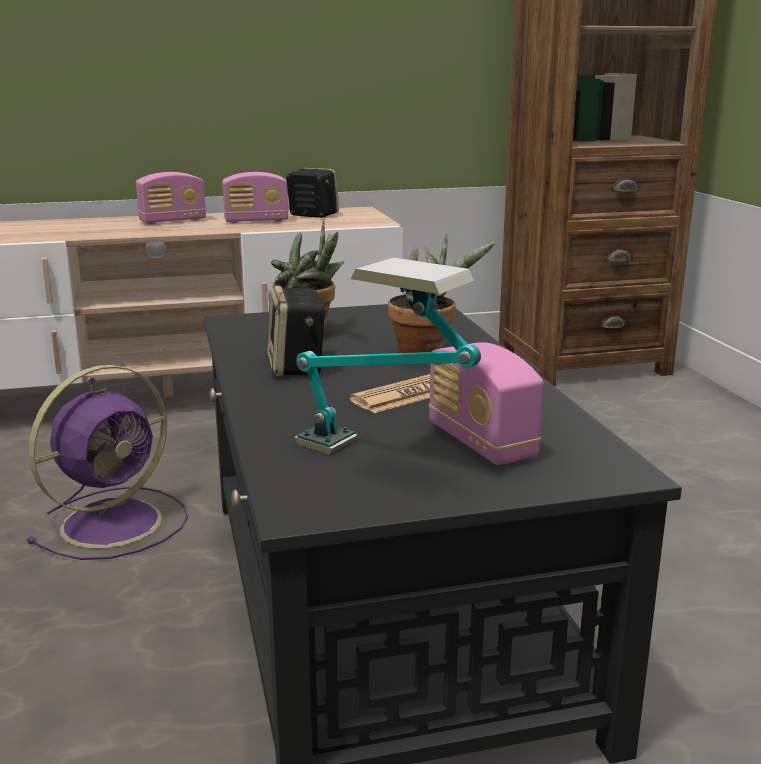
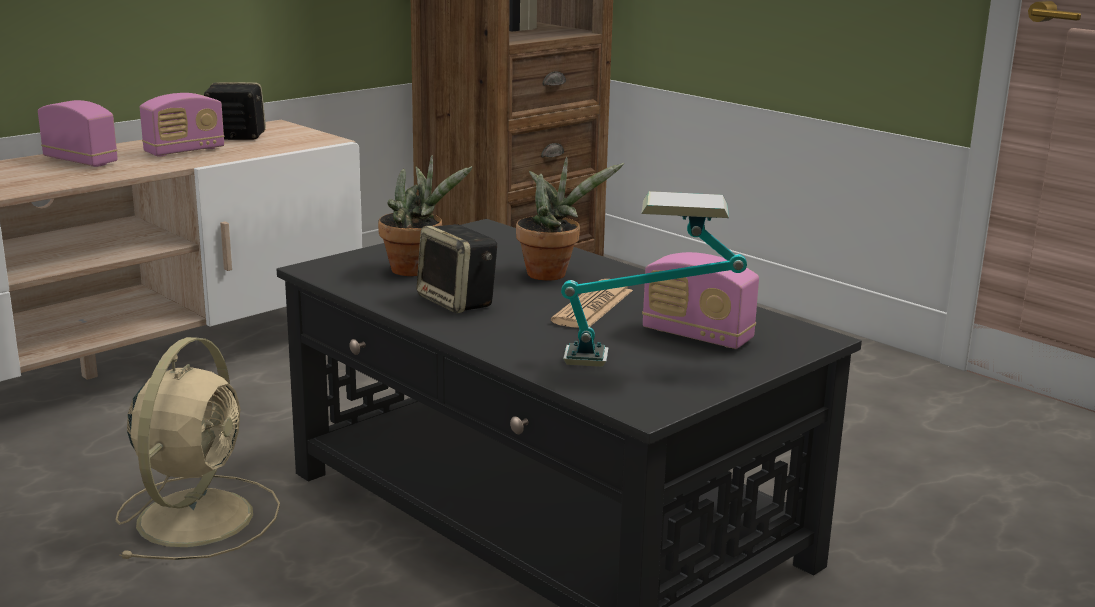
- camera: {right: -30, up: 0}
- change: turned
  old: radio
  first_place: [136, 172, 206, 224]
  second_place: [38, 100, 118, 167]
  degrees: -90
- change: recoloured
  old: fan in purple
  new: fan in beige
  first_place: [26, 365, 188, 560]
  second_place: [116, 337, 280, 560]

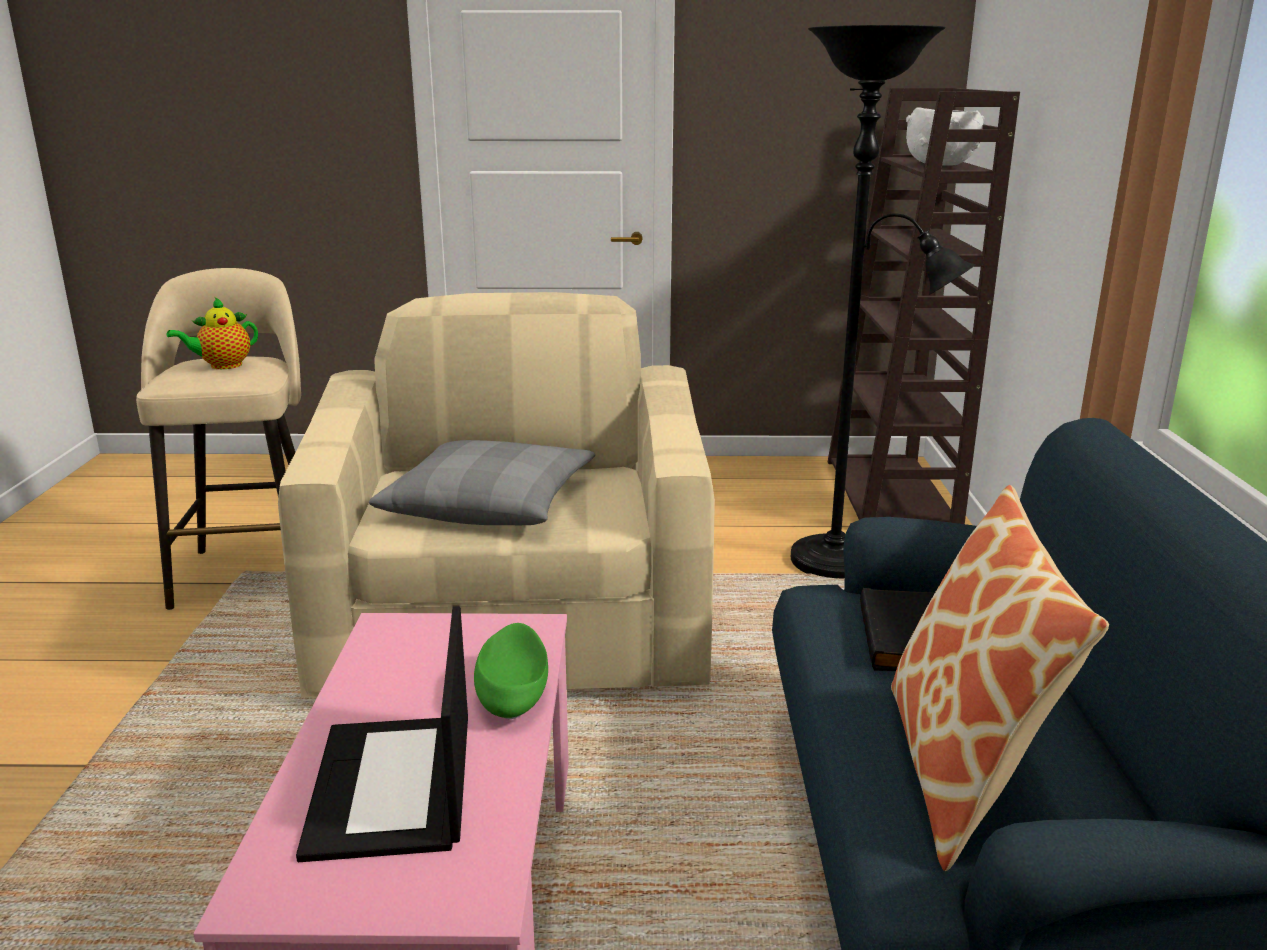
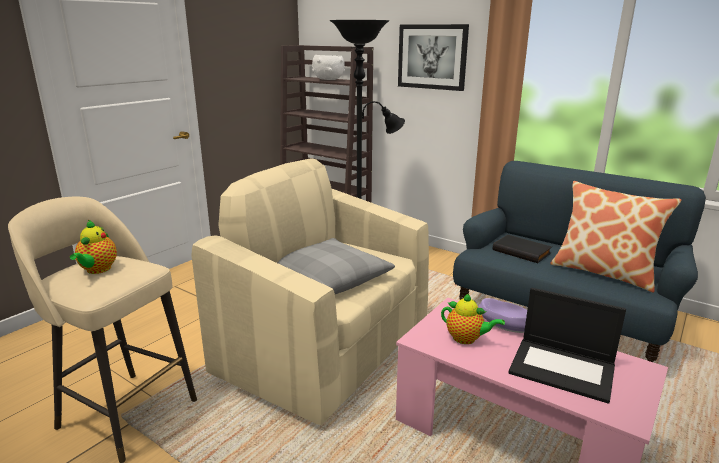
- camera: {right: -55, up: 0}
- change: added
  new: picture
  second_place: [398, 24, 469, 91]
- change: added
  new: teapot
  second_place: [441, 293, 505, 344]
- change: recoloured
  old: bowl in green
  new: bowl in purple
  first_place: [474, 623, 548, 719]
  second_place: [478, 298, 527, 333]

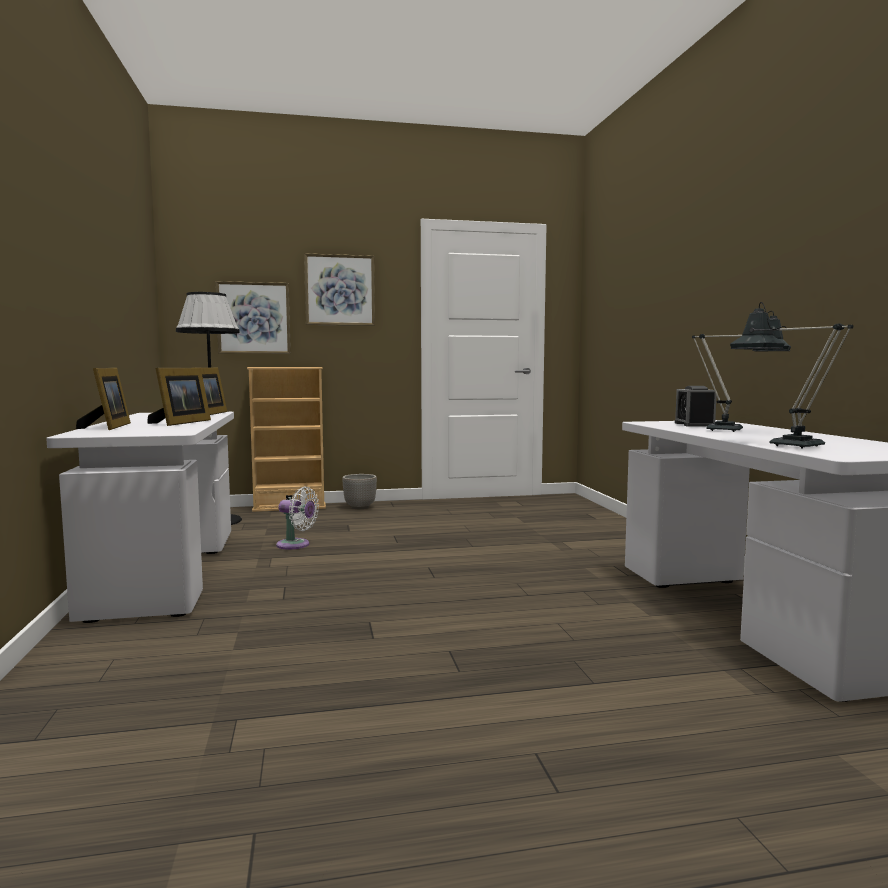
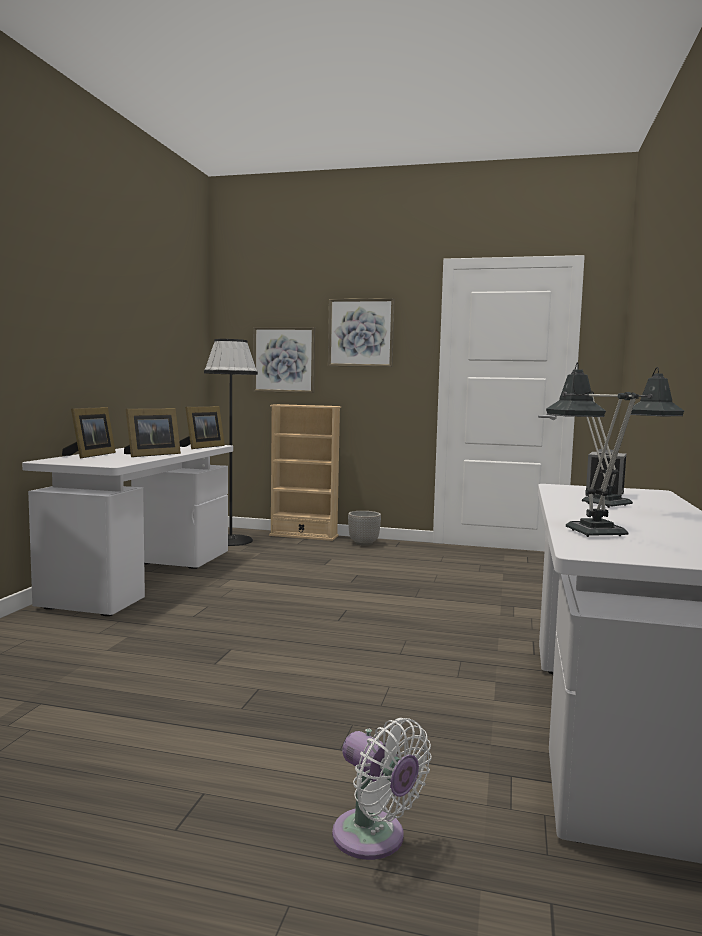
- camera: {right: 25, up: 0}
- change: moved
  old: fan in white
  first_place: [276, 486, 319, 549]
  second_place: [332, 718, 432, 860]

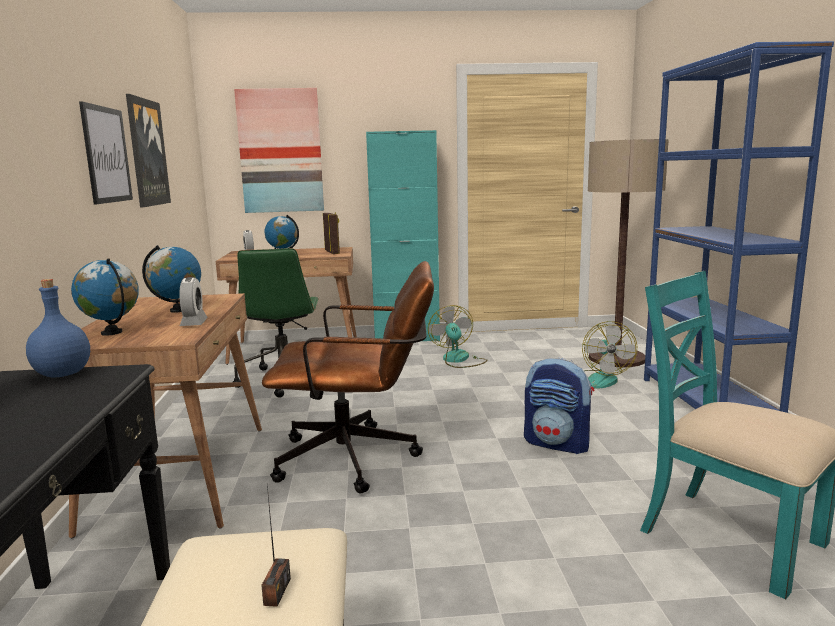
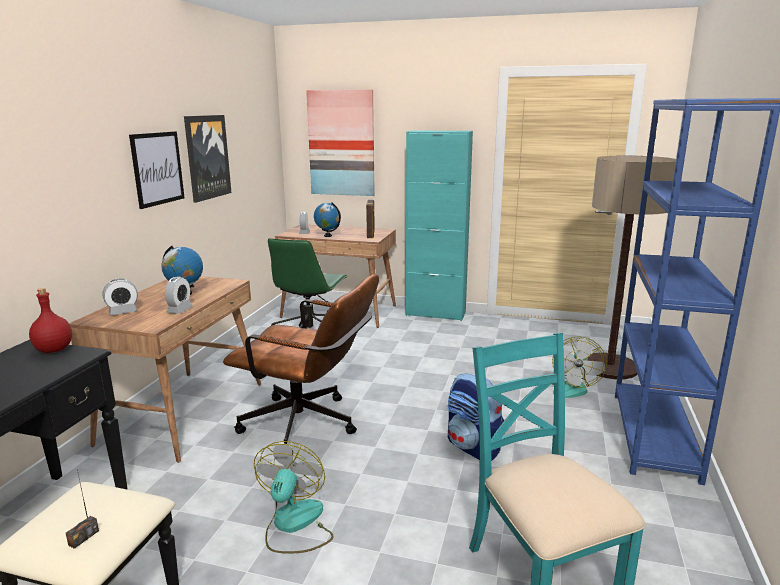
- camera: {right: 20, up: 5}
- change: recoloured
  old: bottle in blue
  new: bottle in red
  first_place: [26, 279, 90, 377]
  second_place: [29, 288, 72, 353]
- change: replaced
  old: globe
  new: alarm clock
  first_place: [71, 258, 139, 336]
  second_place: [103, 278, 138, 316]
- change: moved
  old: fan
  first_place: [428, 305, 487, 368]
  second_place: [254, 441, 333, 554]

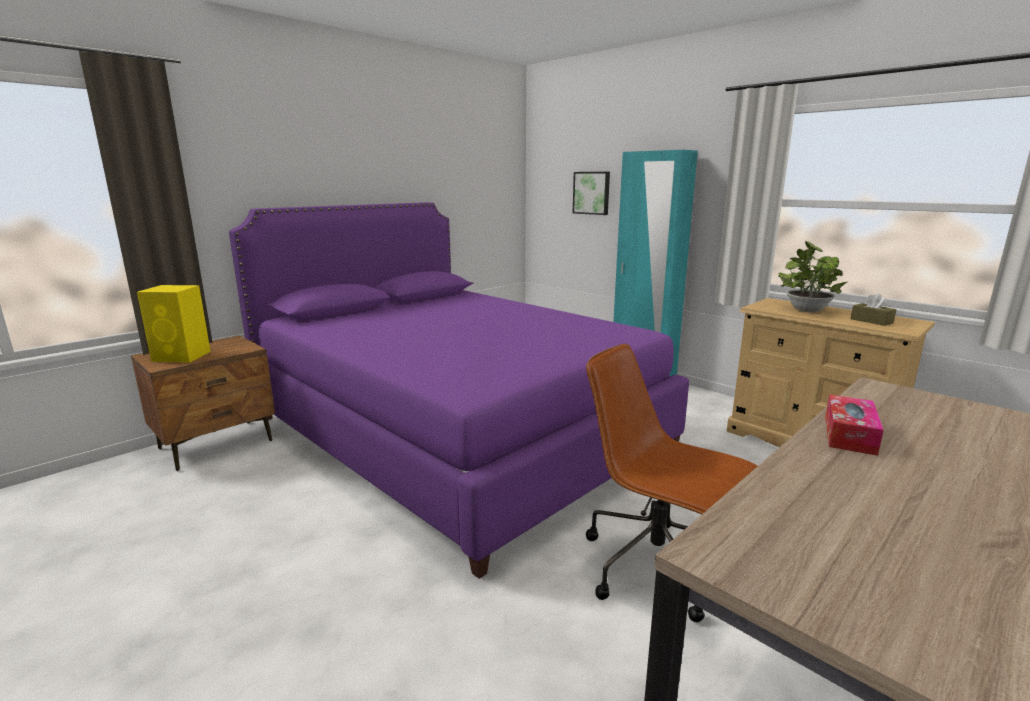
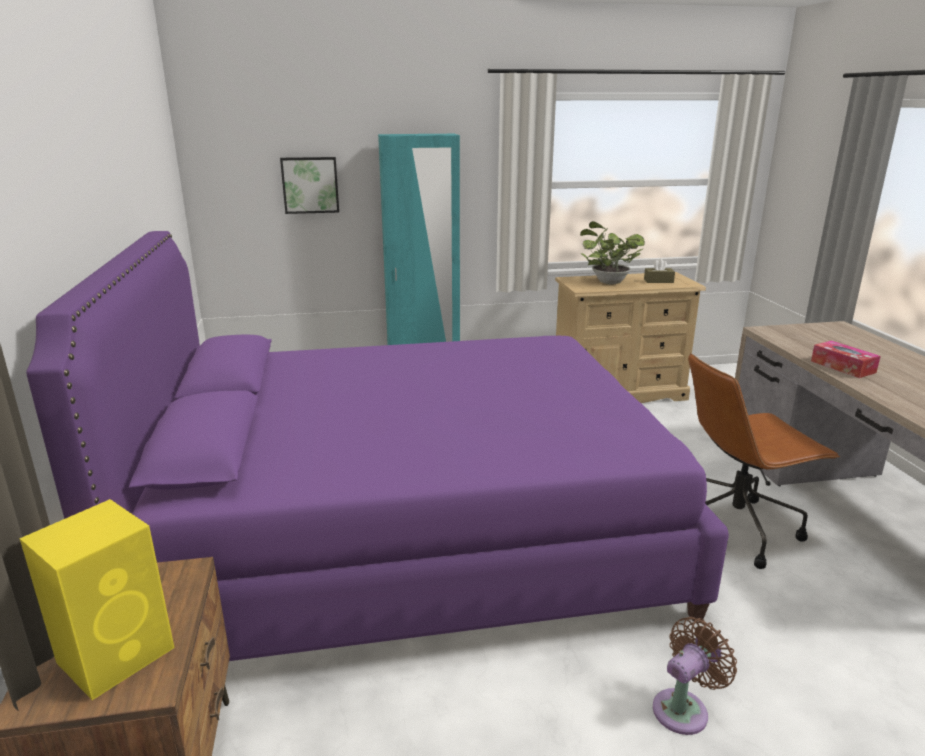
- camera: {right: -55, up: 5}
- change: added
  new: fan in brown
  second_place: [653, 617, 737, 735]

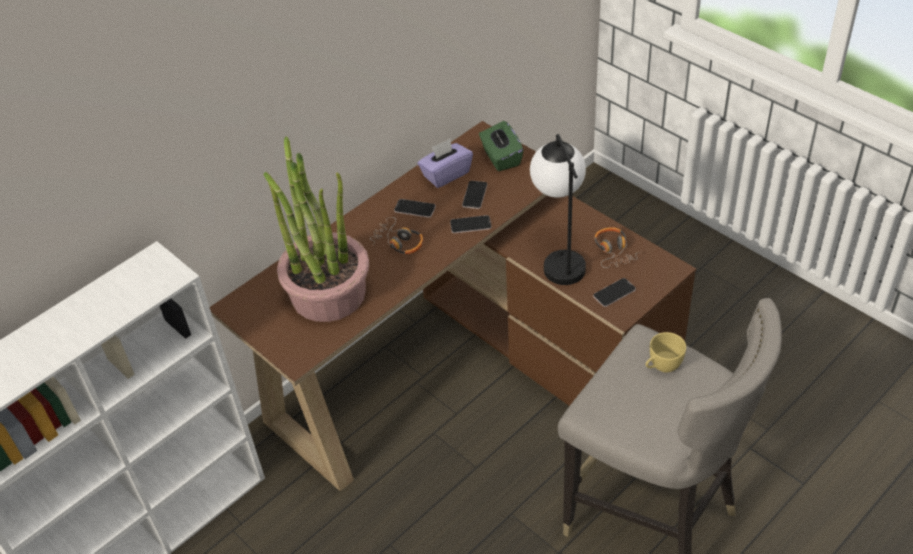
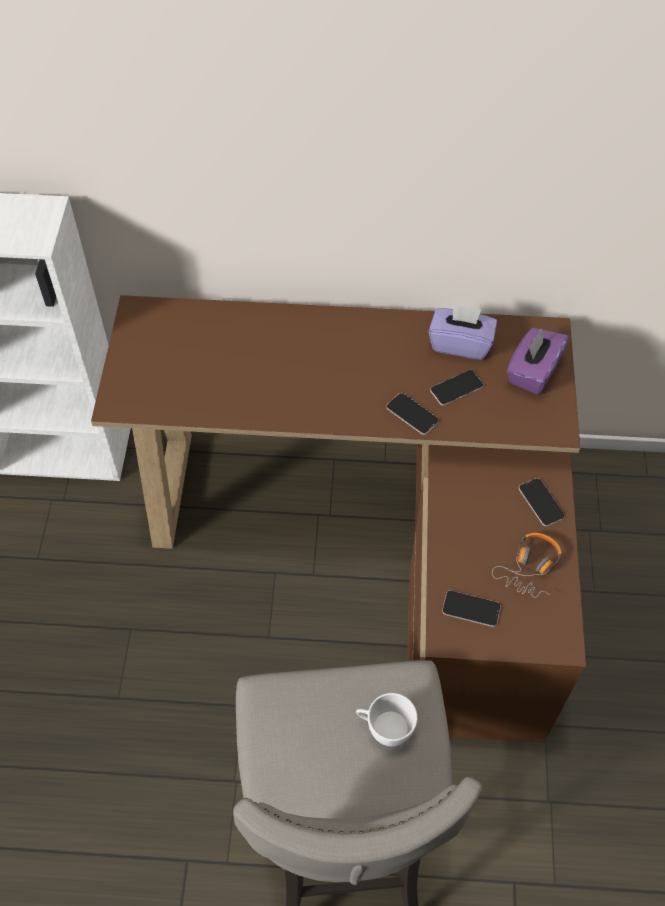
- camera: {right: 45, up: 10}
- change: recoloured
  old: cup in yellow
  new: cup in white
  first_place: [646, 332, 686, 373]
  second_place: [356, 693, 417, 746]
- change: recoloured
  old: tissue box in green
  new: tissue box in purple
  first_place: [479, 121, 524, 171]
  second_place: [507, 328, 569, 395]
- change: moved
  old: phone
  first_place: [394, 199, 436, 218]
  second_place: [519, 478, 565, 526]
- change: removed
  old: potted plant
  first_place: [264, 136, 369, 322]
- change: removed
  old: headphones
  first_place: [370, 217, 423, 254]
- change: removed
  old: table lamp
  first_place: [530, 134, 586, 285]

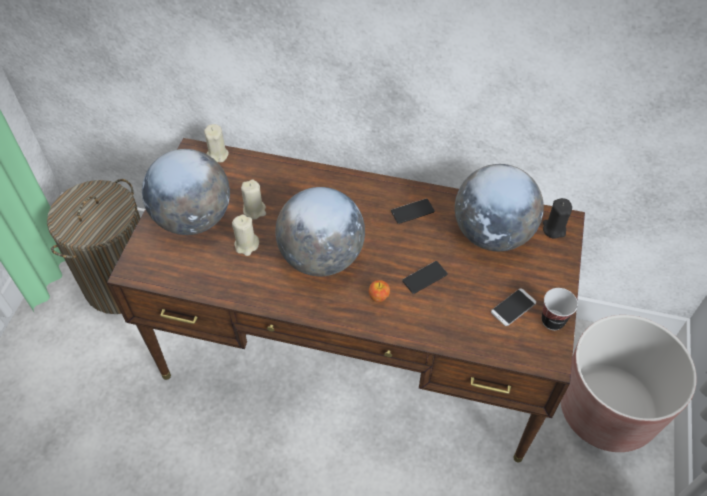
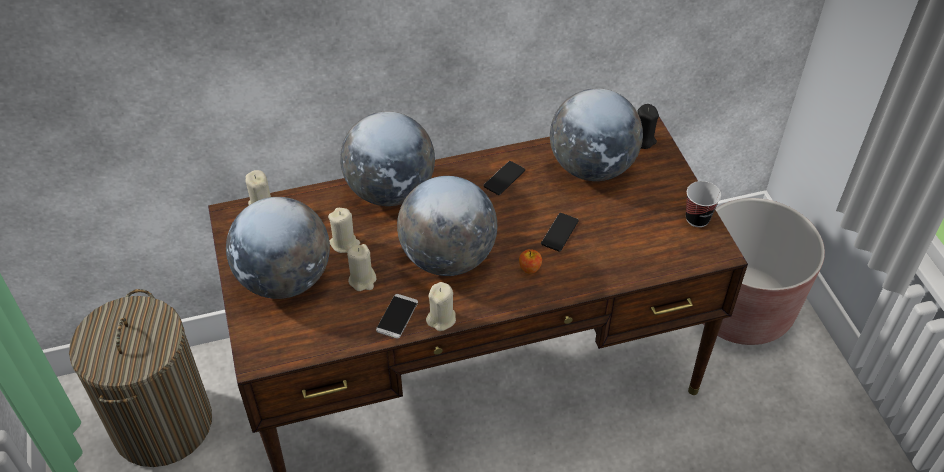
- camera: {right: -30, up: -5}
- change: added
  new: globe
  second_place: [340, 111, 435, 206]
- change: moved
  old: phone
  first_place: [491, 288, 536, 326]
  second_place: [376, 294, 418, 338]
- change: added
  new: candle in beige
  second_place: [426, 282, 456, 331]

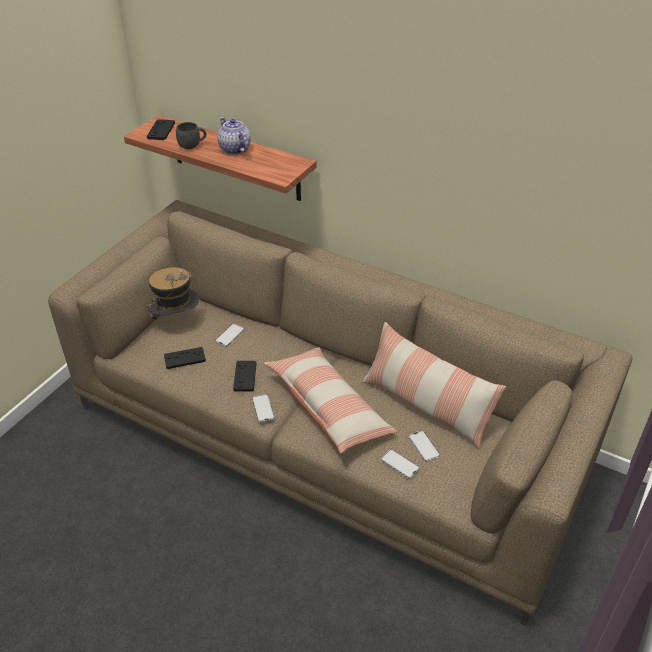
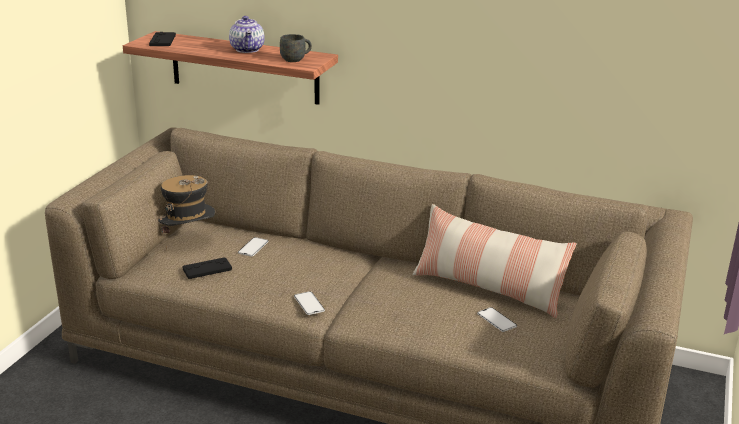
- camera: {right: -10, up: -15}
- change: turned
  old: teapot
  first_place: [217, 117, 251, 155]
  second_place: [229, 16, 265, 53]
  degrees: -150
- change: moved
  old: mug in grey
  first_place: [176, 122, 206, 149]
  second_place: [280, 34, 312, 62]
- change: removed
  old: game controller in black
  first_place: [233, 361, 256, 391]
- change: removed
  old: pillow
  first_place: [263, 347, 397, 454]
- change: removed
  old: phone
  first_place: [381, 449, 420, 479]

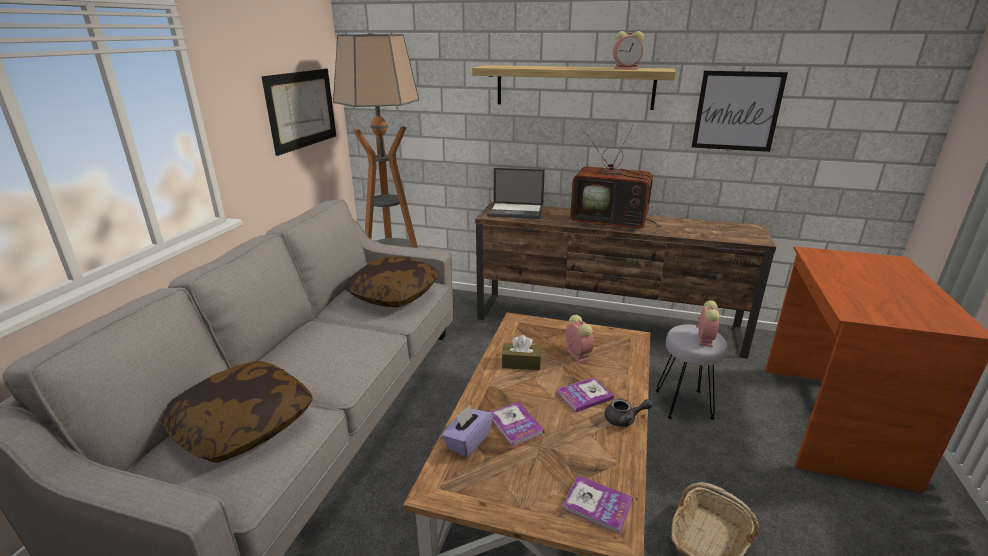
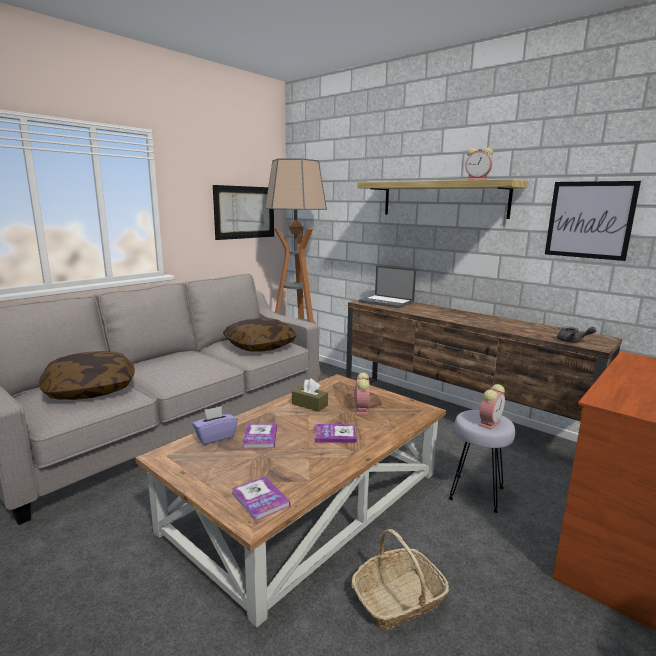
- camera: {right: 25, up: -10}
- change: moved
  old: teapot in grey
  first_place: [605, 398, 653, 427]
  second_place: [557, 327, 596, 343]
- change: removed
  old: television
  first_place: [570, 125, 661, 231]

